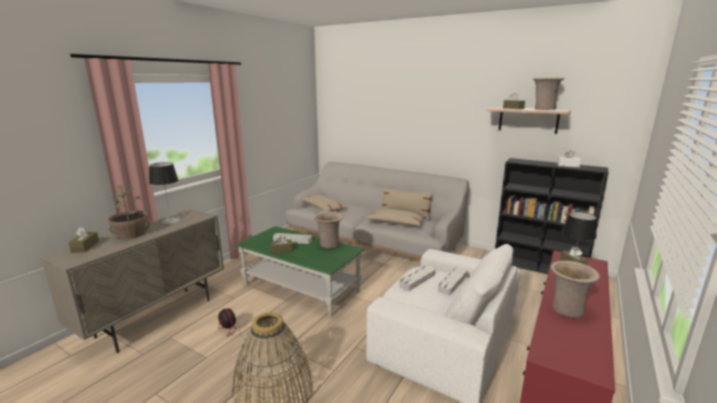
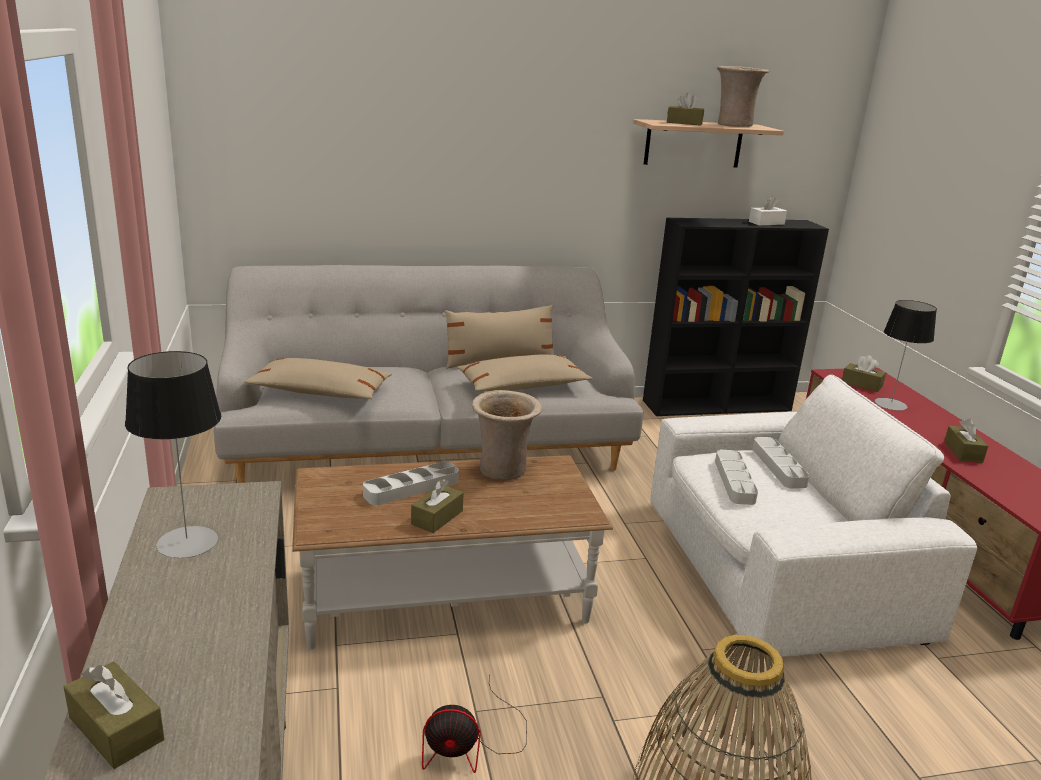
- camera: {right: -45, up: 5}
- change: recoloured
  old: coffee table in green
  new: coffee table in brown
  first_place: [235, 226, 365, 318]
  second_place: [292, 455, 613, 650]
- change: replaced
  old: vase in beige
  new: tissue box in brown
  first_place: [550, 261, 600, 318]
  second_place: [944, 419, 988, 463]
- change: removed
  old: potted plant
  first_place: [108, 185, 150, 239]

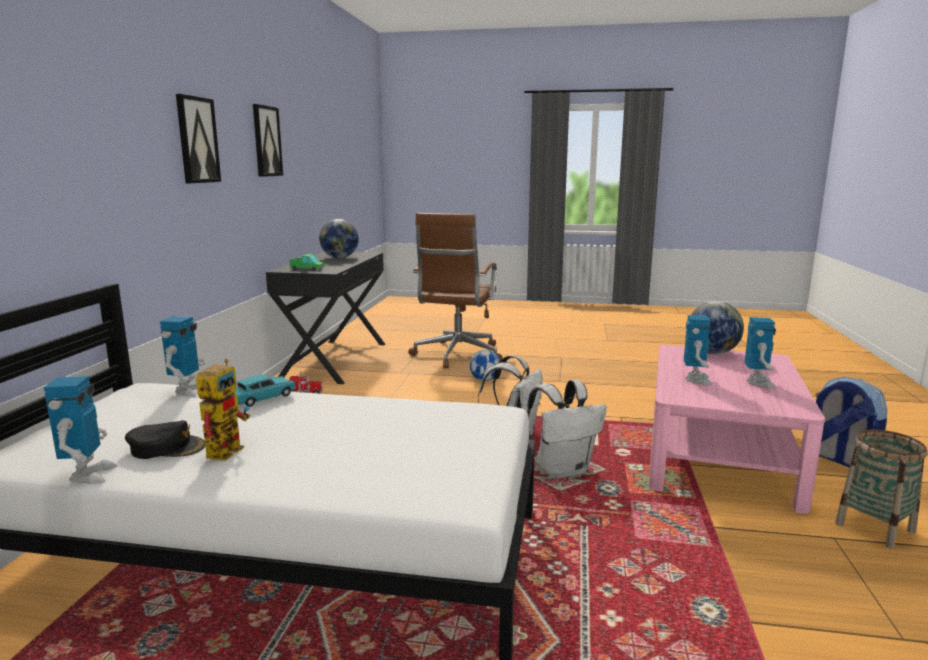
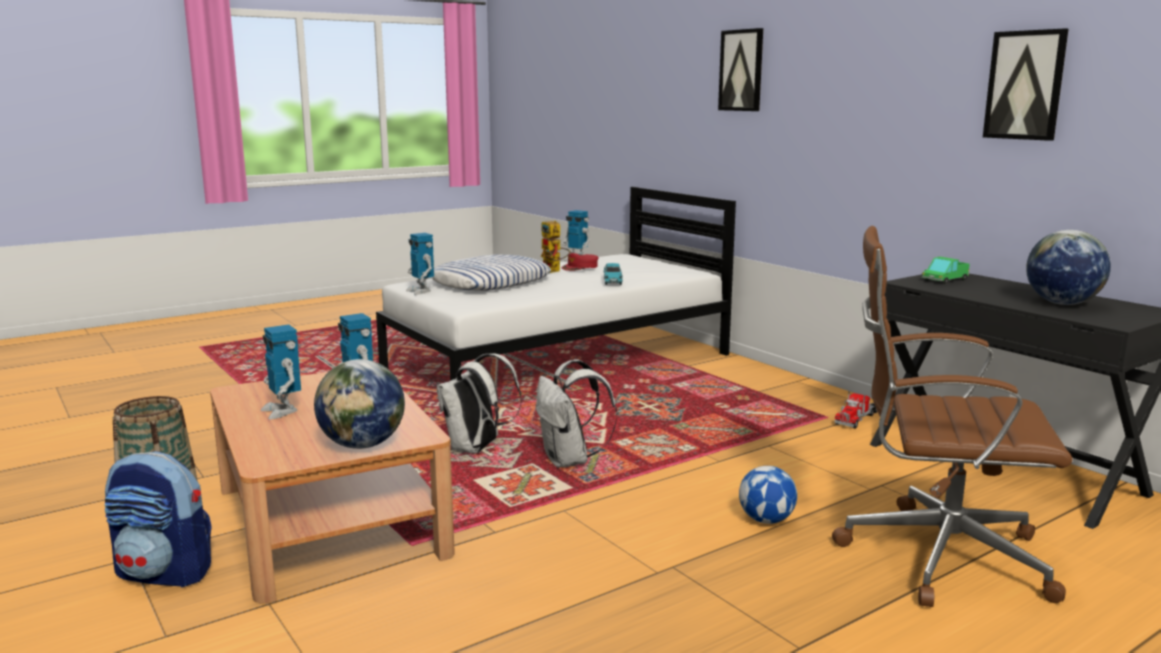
- camera: {right: 135, up: 0}
- change: recoloured
  old: coffee table in pink
  new: coffee table in brown
  first_place: [648, 345, 825, 514]
  second_place: [210, 372, 455, 604]
- change: moved
  old: toy robot
  first_place: [160, 316, 206, 397]
  second_place: [406, 233, 434, 295]
- change: added
  new: pillow
  second_place: [431, 254, 551, 291]
- change: recoloured
  old: cap in black
  new: cap in red
  first_place: [125, 420, 205, 459]
  second_place: [562, 253, 598, 271]
- change: moved
  old: picture
  first_place: [176, 94, 221, 183]
  second_place: [718, 28, 763, 111]
- change: turned
  old: office chair in brown
  first_place: [408, 213, 503, 369]
  second_place: [832, 226, 1073, 607]
  degrees: -45

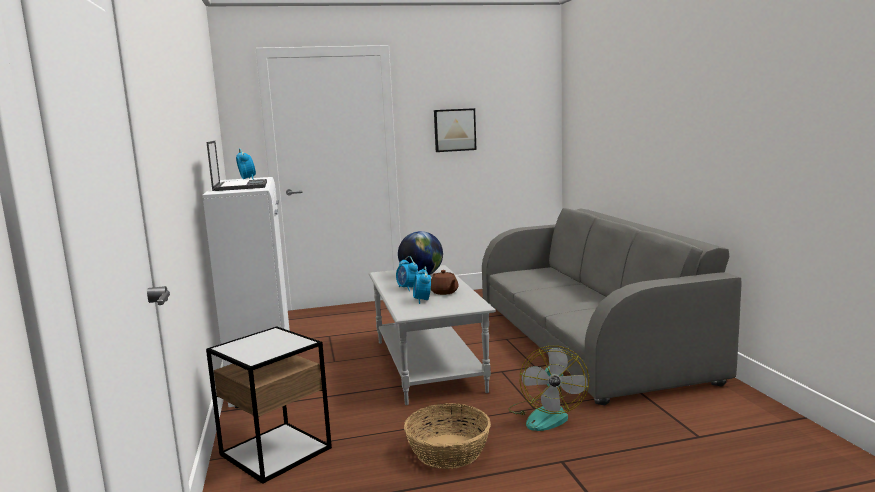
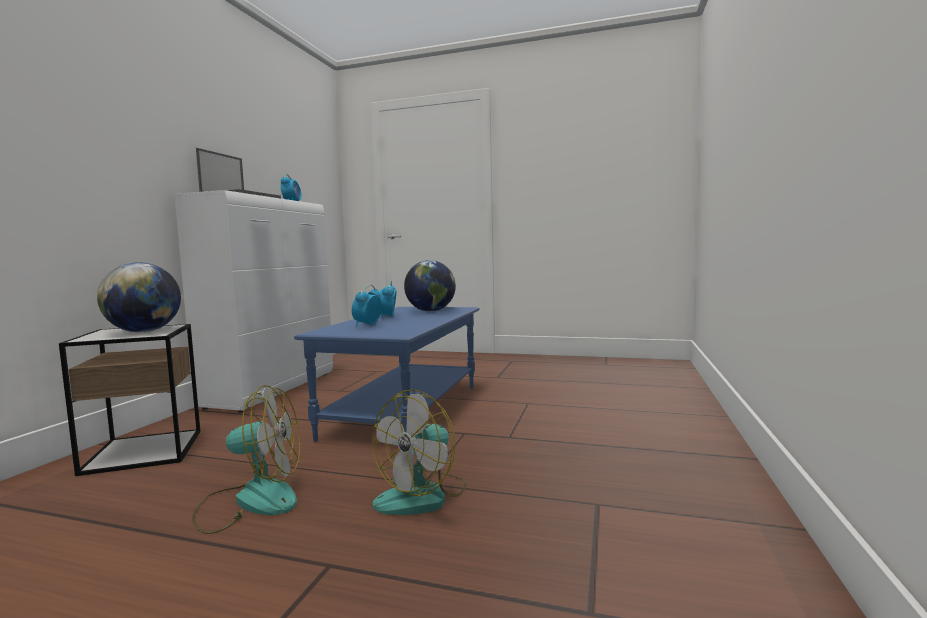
- camera: {right: 30, up: -5}
- change: added
  new: globe
  second_place: [97, 262, 181, 332]
- change: replaced
  old: basket
  new: fan
  first_place: [404, 403, 491, 469]
  second_place: [192, 385, 300, 534]
- change: recoloured
  old: coffee table in grey
  new: coffee table in blue
  first_place: [369, 265, 496, 405]
  second_place: [294, 307, 480, 442]
- change: removed
  old: teapot in brown
  first_place: [431, 270, 459, 295]
- change: removed
  old: picture
  first_place: [434, 108, 476, 152]
- change: removed
  old: sofa in grey
  first_place: [482, 208, 741, 405]

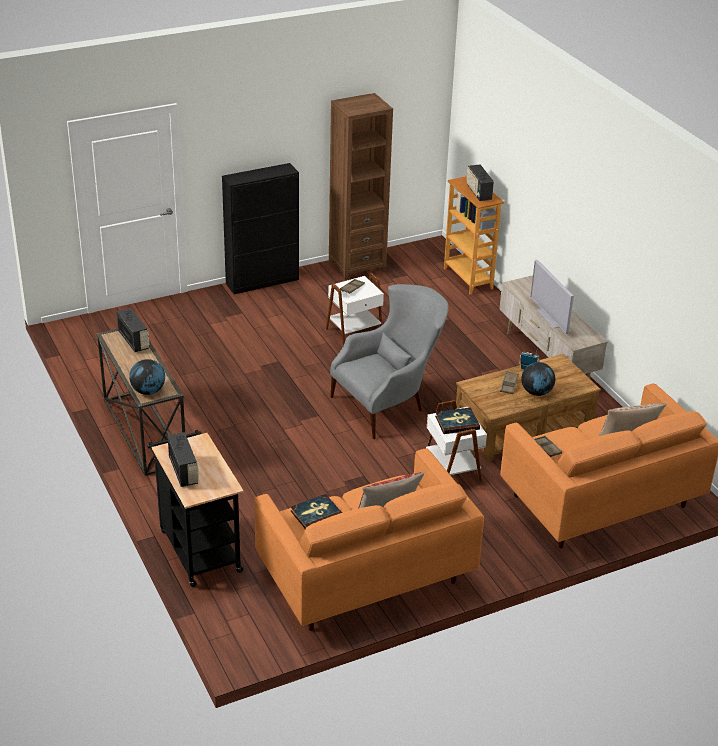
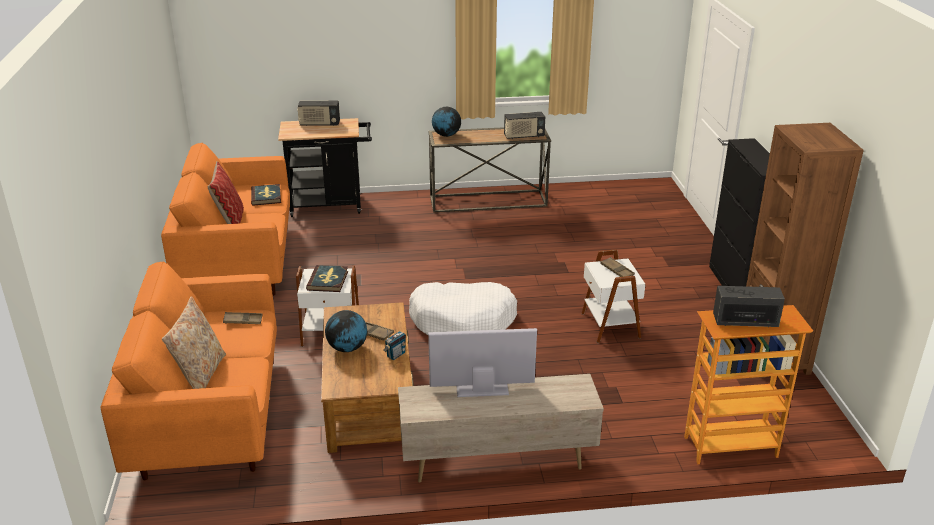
- camera: {right: 110, up: -5}
- change: replaced
  old: armchair in grey
  new: dog bed in white
  first_place: [330, 284, 449, 439]
  second_place: [409, 282, 517, 335]

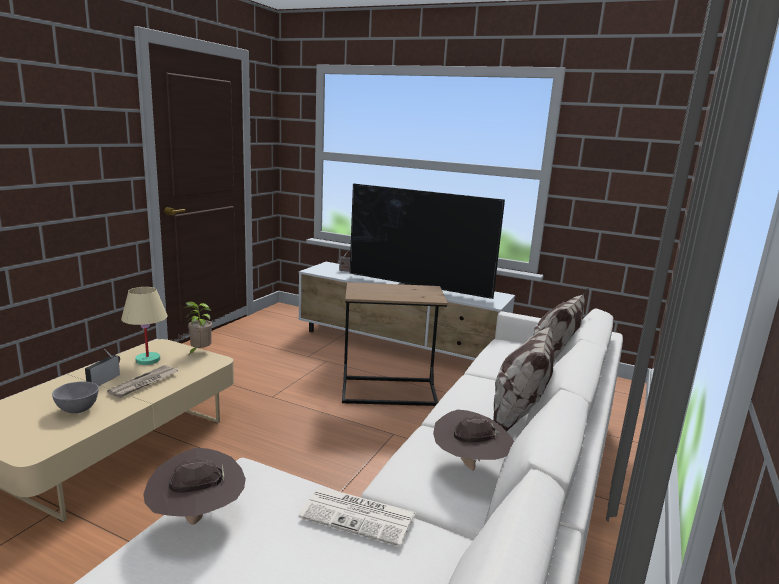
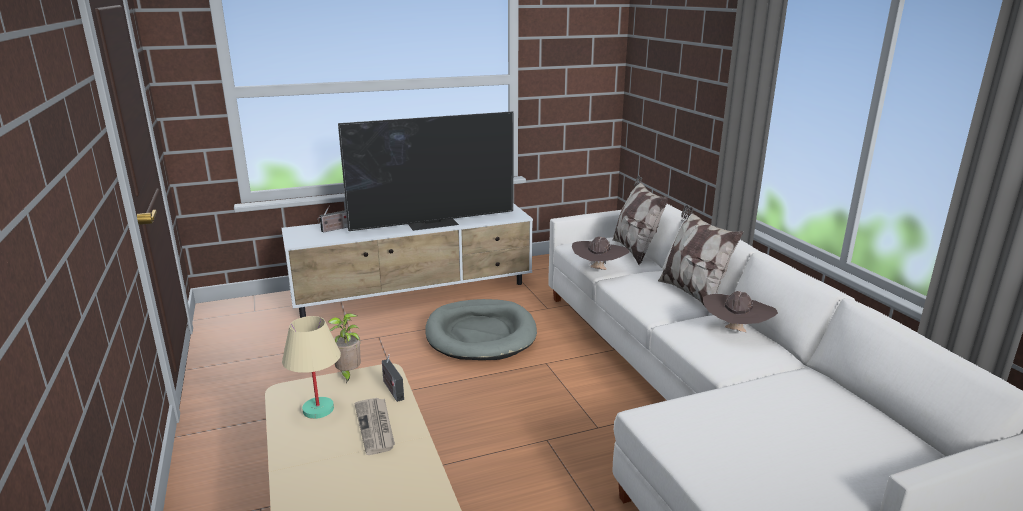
- camera: {right: -45, up: 5}
- change: moved
  old: radio
  first_place: [85, 349, 120, 387]
  second_place: [382, 354, 404, 402]
- change: replaced
  old: side table in brown
  new: dog bed in grey
  first_place: [342, 282, 448, 406]
  second_place: [425, 299, 537, 360]
- change: moved
  old: hat in brown
  first_place: [143, 448, 246, 525]
  second_place: [572, 237, 629, 270]
- change: removed
  old: bowl in grey
  first_place: [52, 381, 99, 413]
- change: removed
  old: newspaper
  first_place: [299, 487, 416, 547]

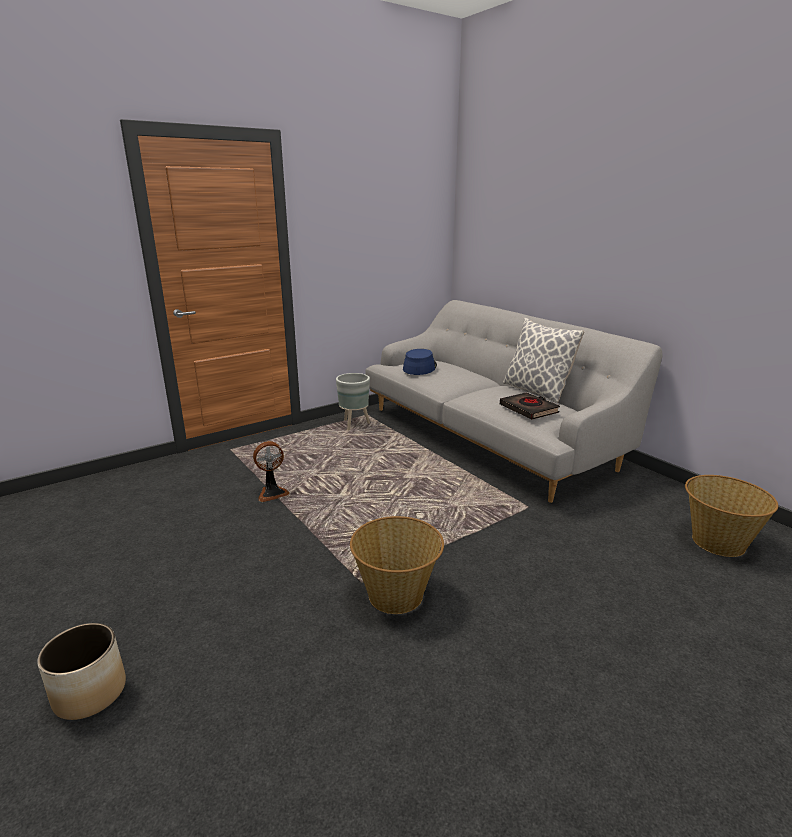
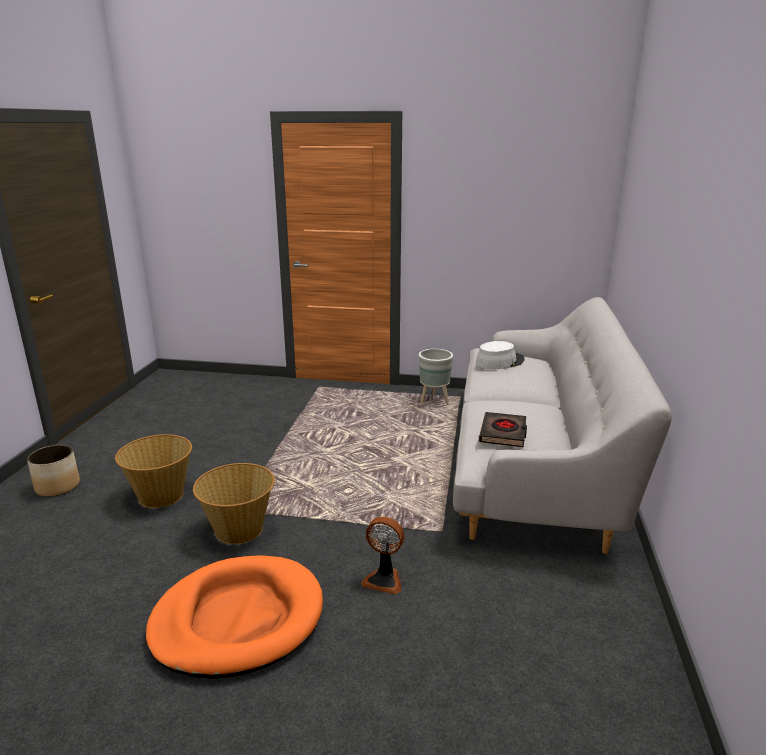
- camera: {right: 45, up: 0}
- change: moved
  old: basket
  first_place: [685, 475, 778, 557]
  second_place: [115, 434, 192, 508]
- change: added
  new: dog bed in orange
  second_place: [146, 555, 323, 679]
- change: moved
  old: fan
  first_place: [253, 441, 289, 502]
  second_place: [361, 516, 404, 594]
- change: recoloured
  old: hat in blue
  new: hat in grey
  first_place: [403, 349, 437, 375]
  second_place: [476, 341, 525, 369]
- change: removed
  old: pillow
  first_place: [503, 318, 585, 403]

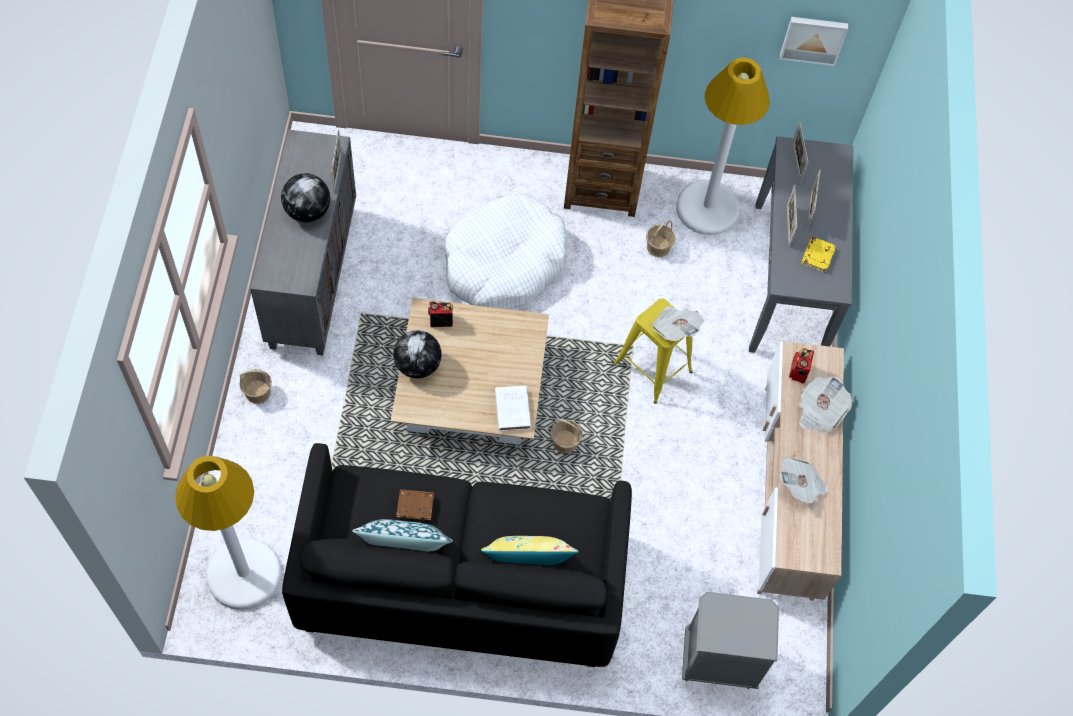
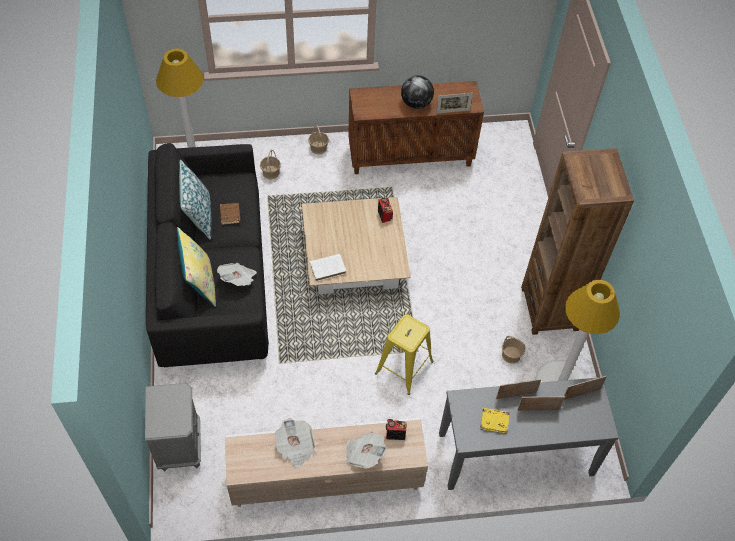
- camera: {right: 80, up: -5}
- change: moved
  old: newspaper
  first_place: [651, 306, 705, 341]
  second_place: [217, 263, 257, 286]
- change: moved
  old: basket
  first_place: [550, 419, 582, 453]
  second_place: [260, 150, 281, 179]
- change: recoloured
  old: cabinet in grey
  new: cabinet in brown
  first_place: [250, 130, 356, 355]
  second_place: [348, 81, 484, 174]
- change: removed
  old: globe
  first_place: [393, 330, 442, 378]
- change: removed
  old: dog bed in white
  first_place: [445, 194, 567, 310]
- change: removed
  old: picture
  first_place: [780, 17, 848, 66]

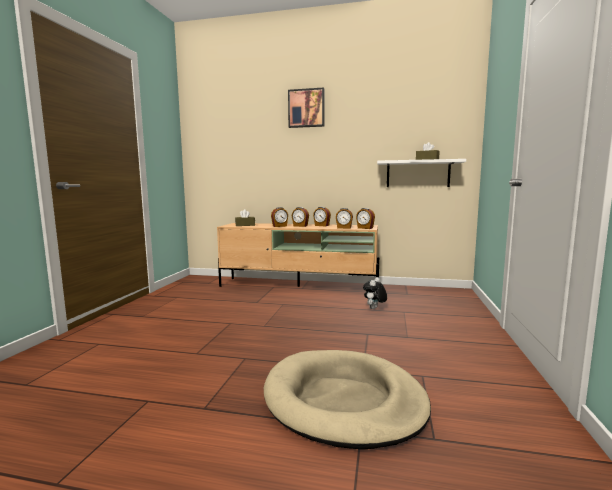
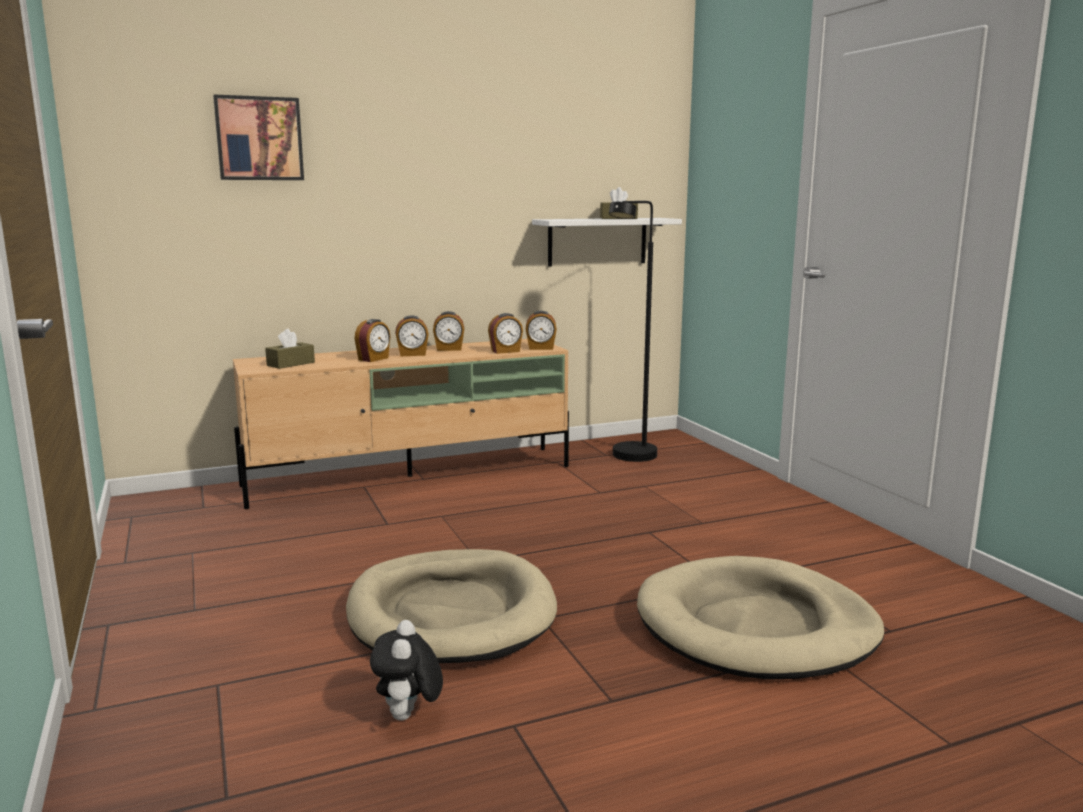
- camera: {right: -35, up: 5}
- change: moved
  old: picture
  first_place: [288, 87, 325, 128]
  second_place: [213, 94, 304, 180]
- change: added
  new: dog bed in beige
  second_place: [346, 549, 557, 663]
- change: moved
  old: plush toy
  first_place: [363, 277, 387, 309]
  second_place: [370, 620, 443, 721]
- change: added
  new: floor lamp in black
  second_place: [609, 201, 657, 462]

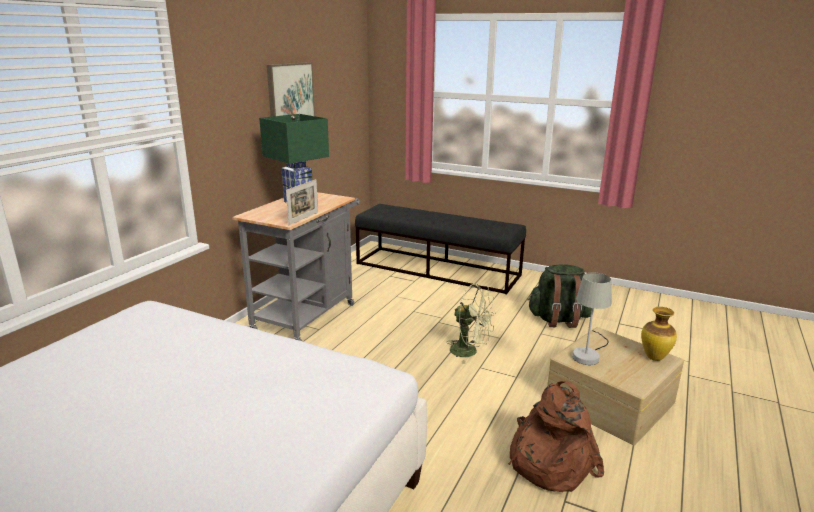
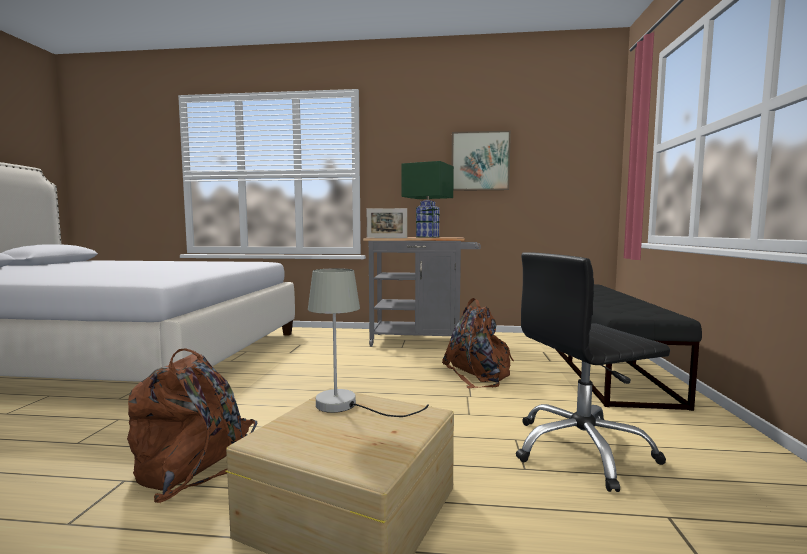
- camera: {right: 70, up: -15}
- change: added
  new: backpack in brown
  second_place: [442, 298, 514, 388]
- change: replaced
  old: backpack in green
  new: office chair in black
  first_place: [528, 264, 592, 328]
  second_place: [516, 252, 670, 492]
- change: removed
  old: fan in green
  first_place: [446, 284, 496, 364]
- change: removed
  old: vase
  first_place: [641, 307, 677, 361]

